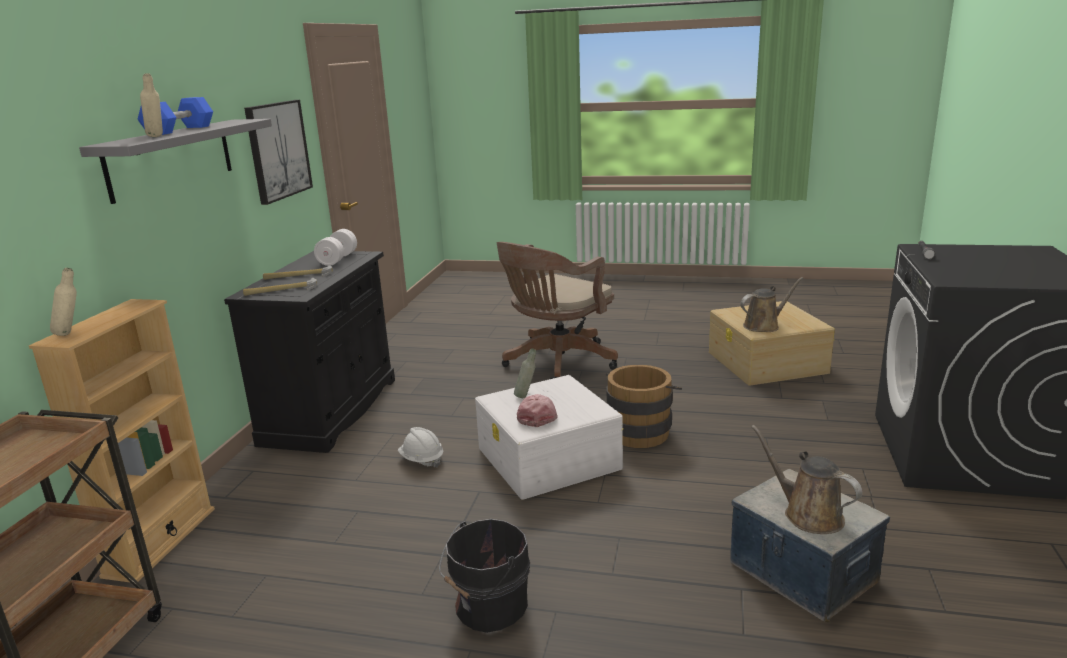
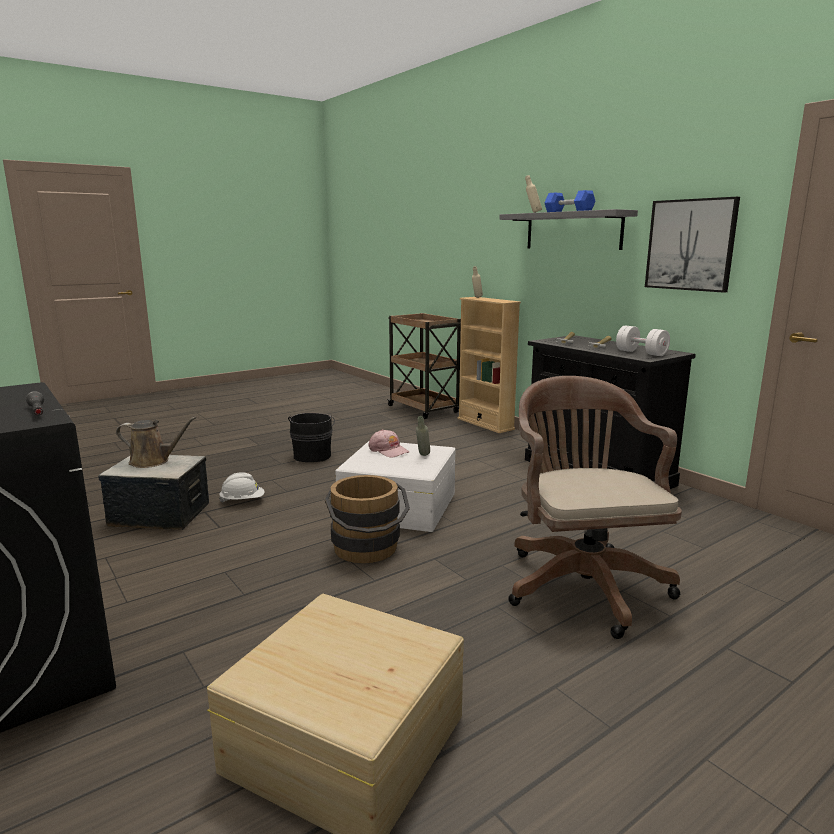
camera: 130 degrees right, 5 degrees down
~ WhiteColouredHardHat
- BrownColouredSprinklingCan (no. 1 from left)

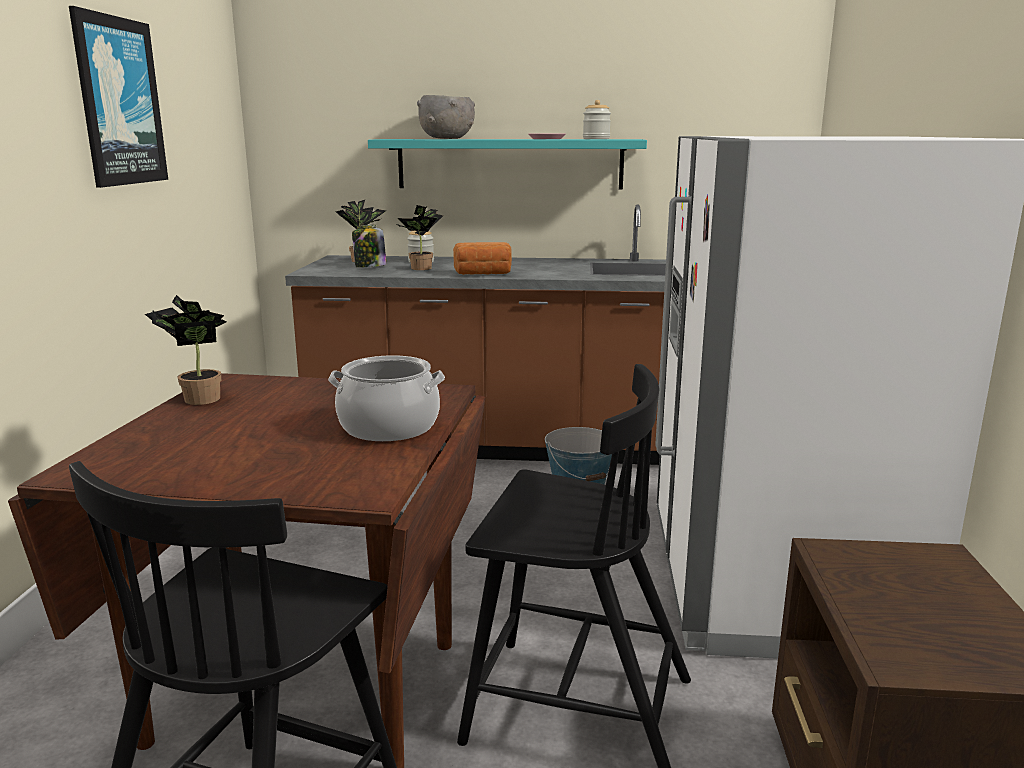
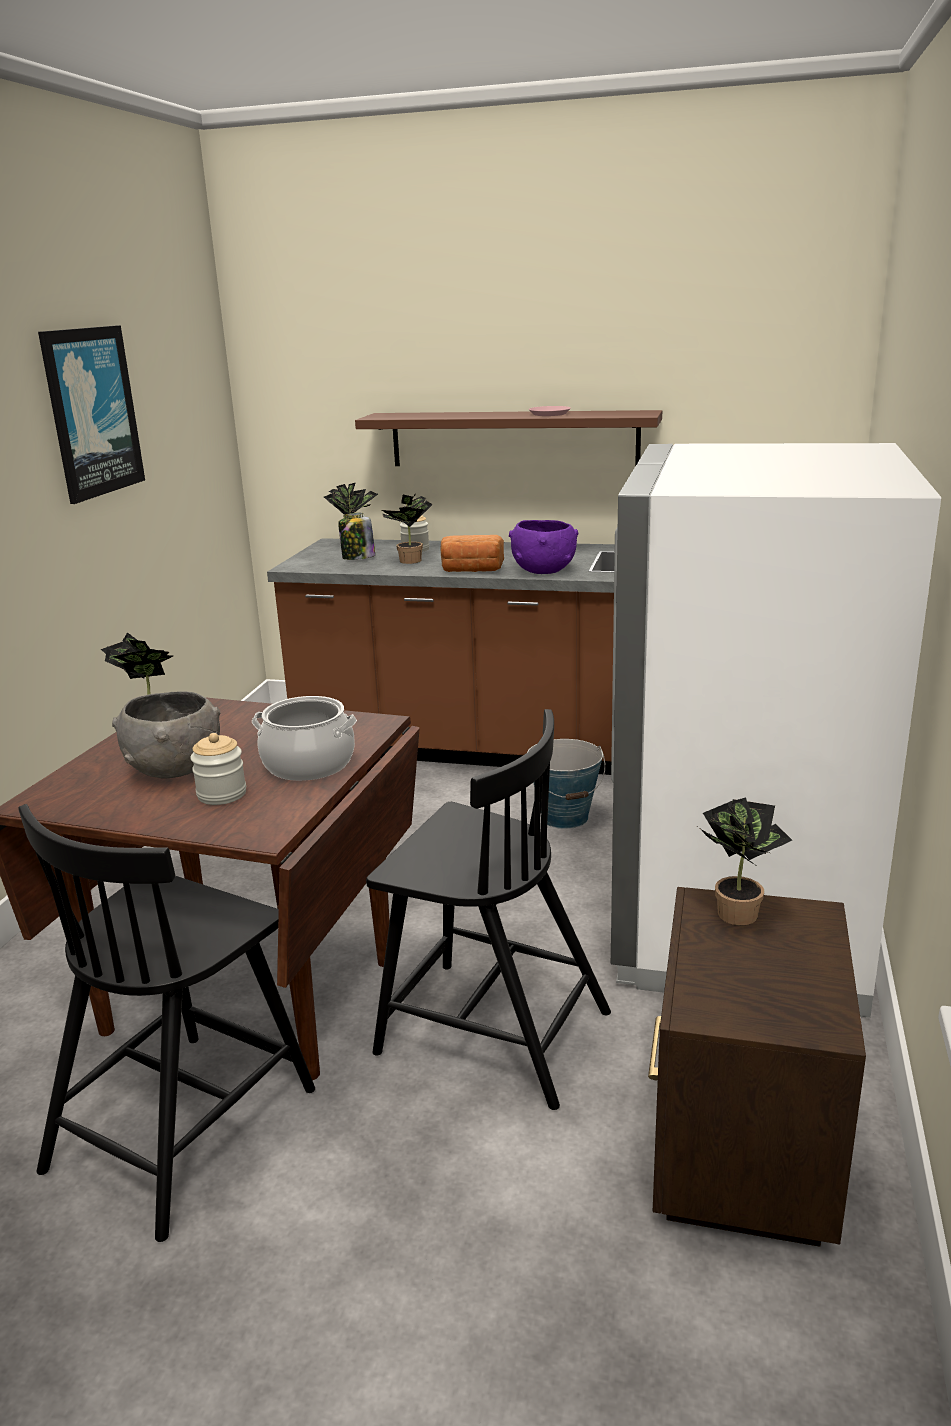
camera: 10 degrees right, 5 degrees up
~ GreyishServingBowl
~ Jar (no. 3 from left in the first image) to Jar (no. 1 from left)
~ TurquoiseColouredBracketShelf to BrownColouredBracketShelf
+ PurpleColouredServingBowl
+ Houseplant (no. 4 from left)

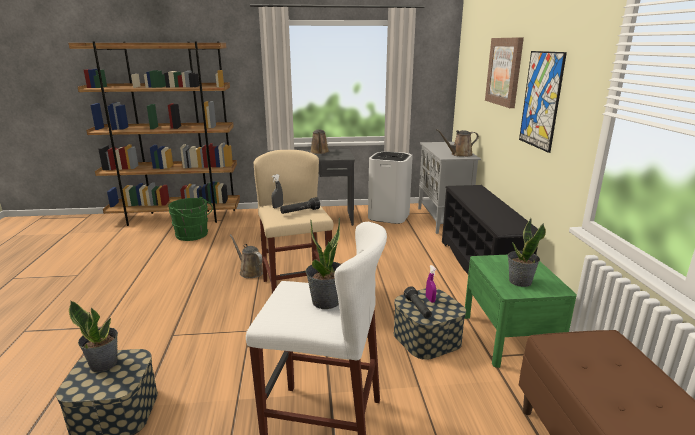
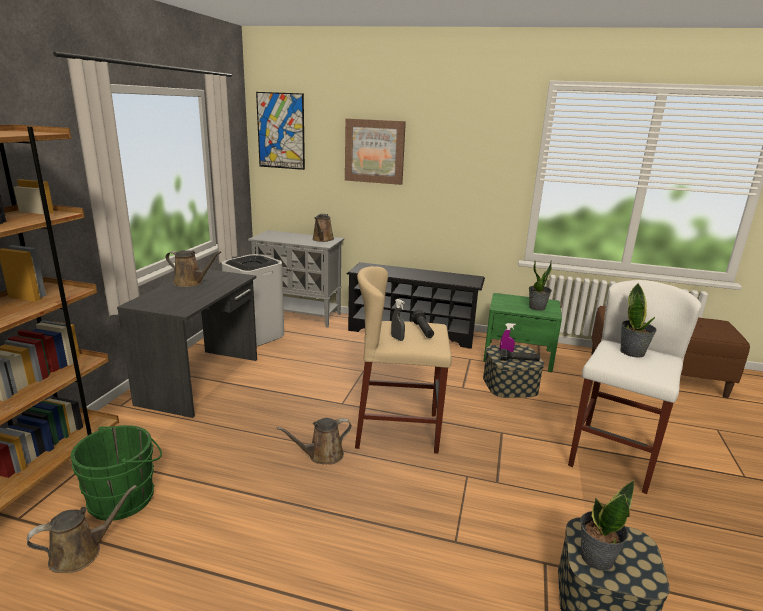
camera: 70 degrees left, 0 degrees up
+ BrownColouredSprinklingCan (no. 1 from left)
~ Picture (no. 2 from left in the first image) to Picture (no. 1 from left)

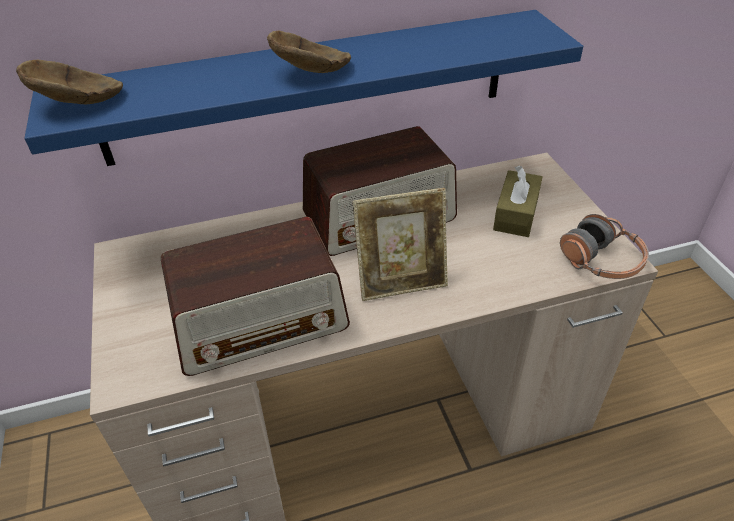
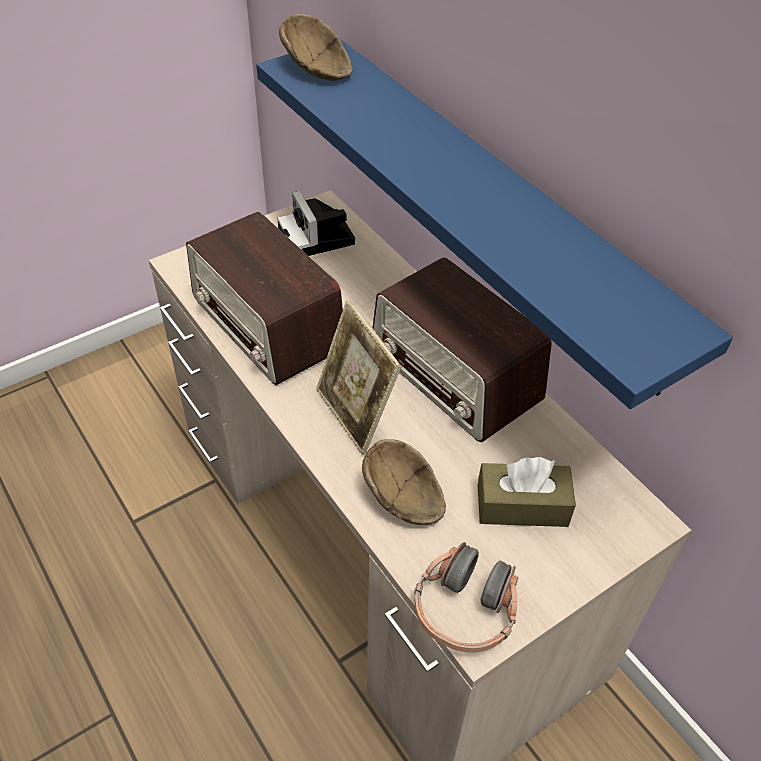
camera: 70 degrees right, 5 degrees up
+ StillCamera
~ BrownColouredServingBowl (no. 2 from left)

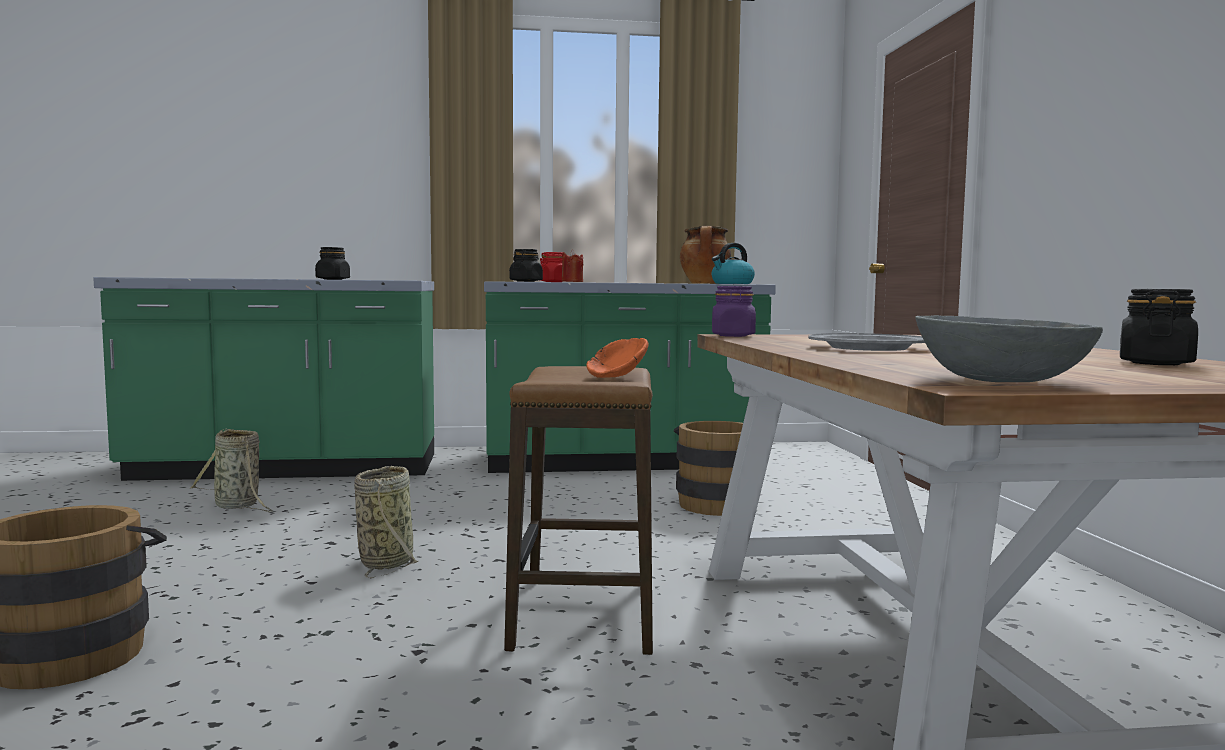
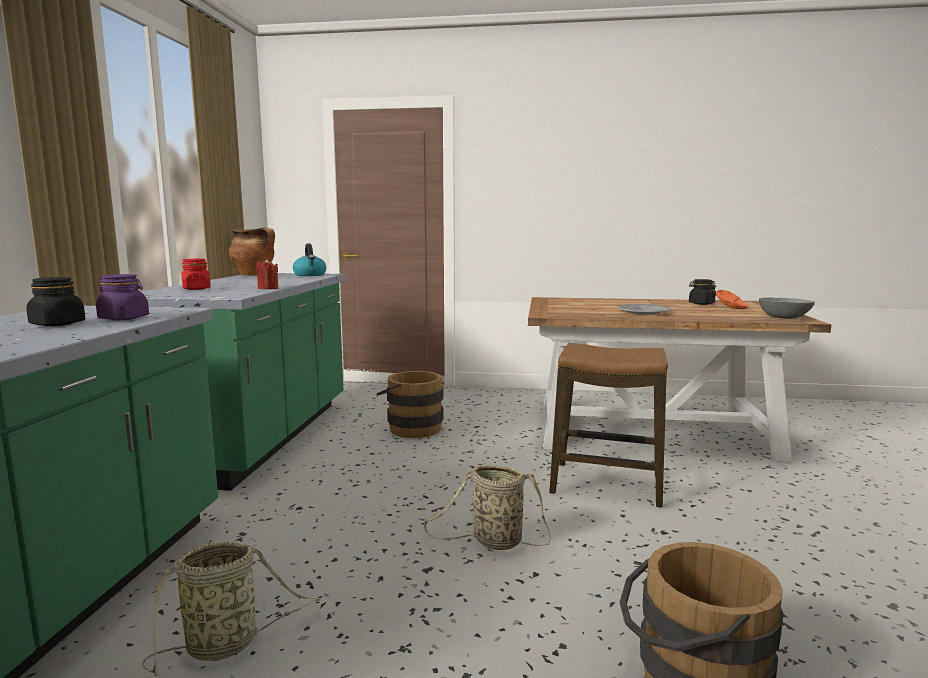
camera: 75 degrees left, 5 degrees up
~ PurpleColouredJar
~ OrangeColouredServingBowl
- BlackishJar (no. 2 from left)

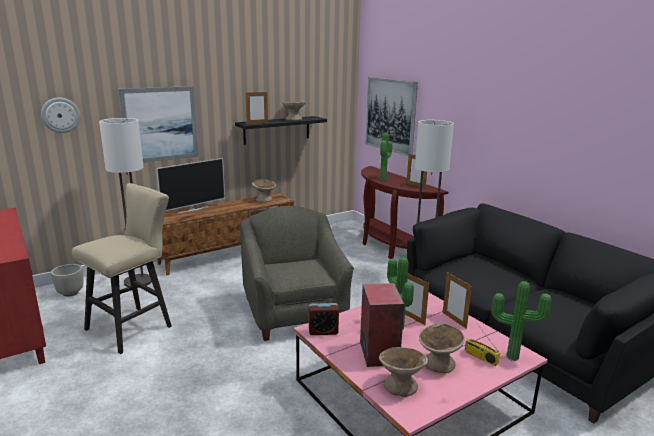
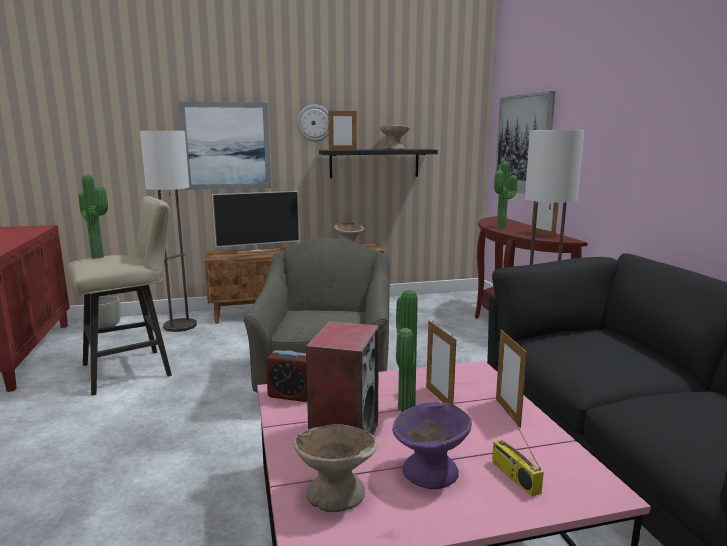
camera: 20 degrees right, 5 degrees down
~ Houseplant (no. 3 from left in the first image) to Houseplant (no. 1 from left)
~ HangingClock
~ SandColouredServingBowl (no. 4 from left) to PurpleColouredServingBowl

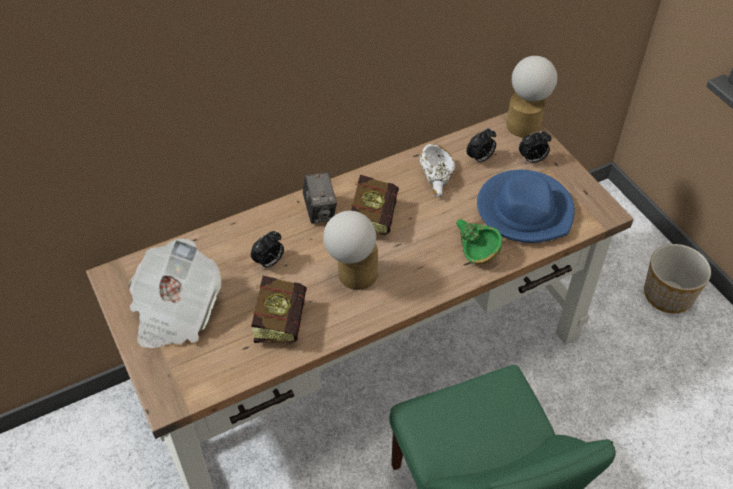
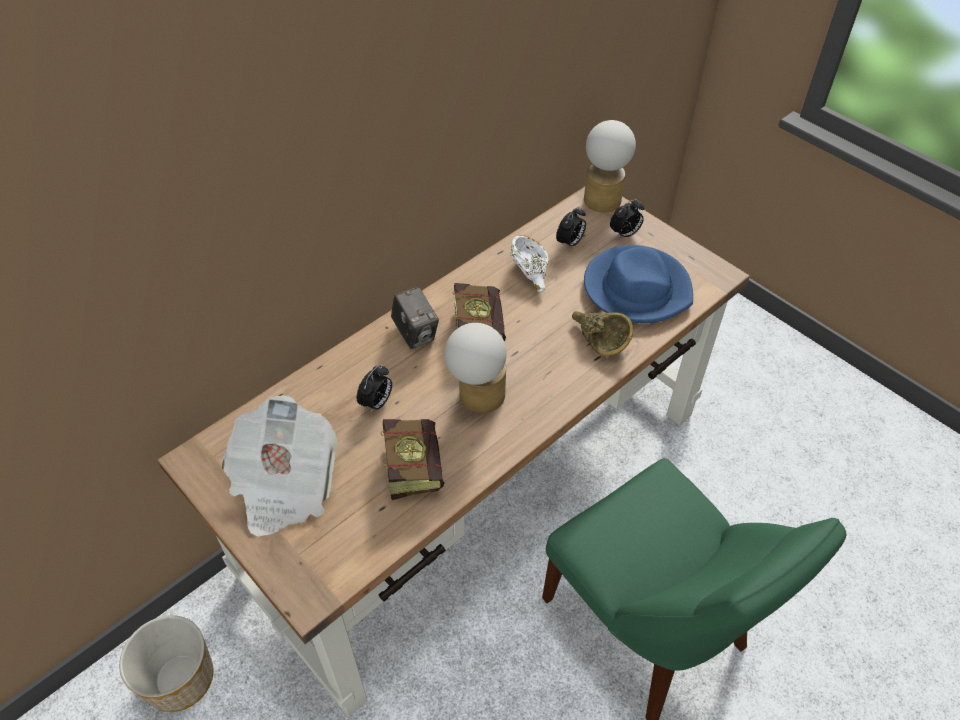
camera: 15 degrees left, 0 degrees up
~ Planter
~ GreenishServingBowl to BrownColouredServingBowl

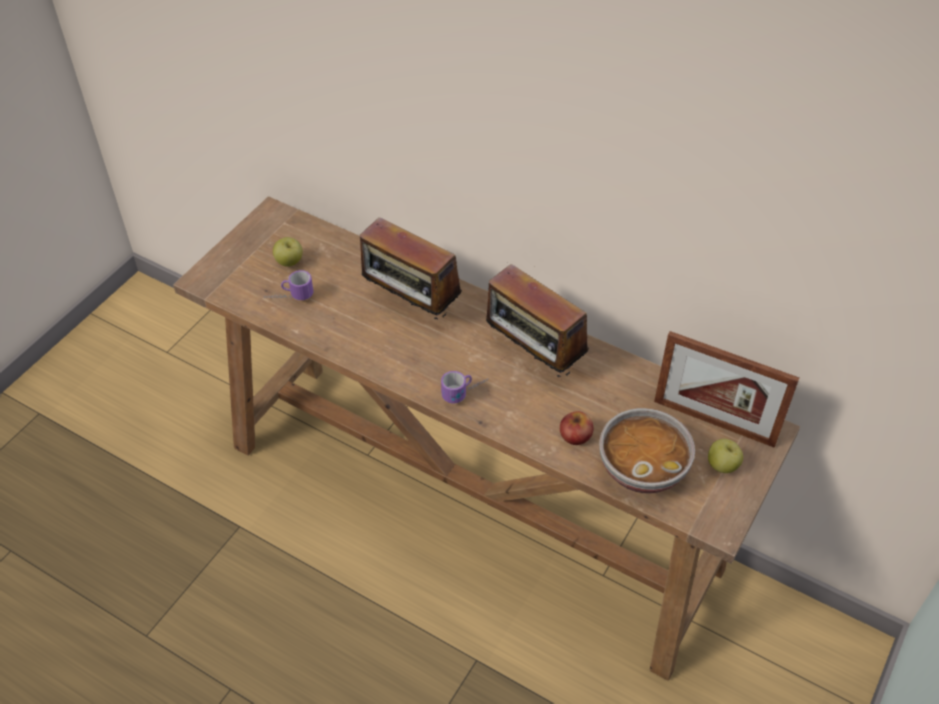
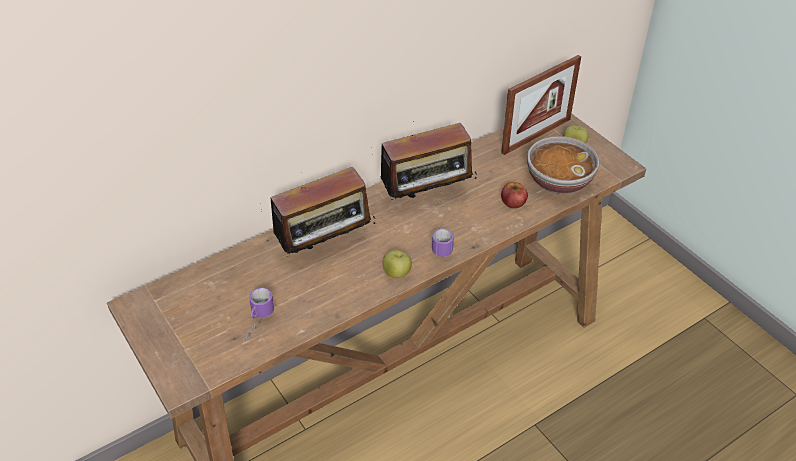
camera: 65 degrees left, 5 degrees down
~ AppleFruit (no. 1 from left)

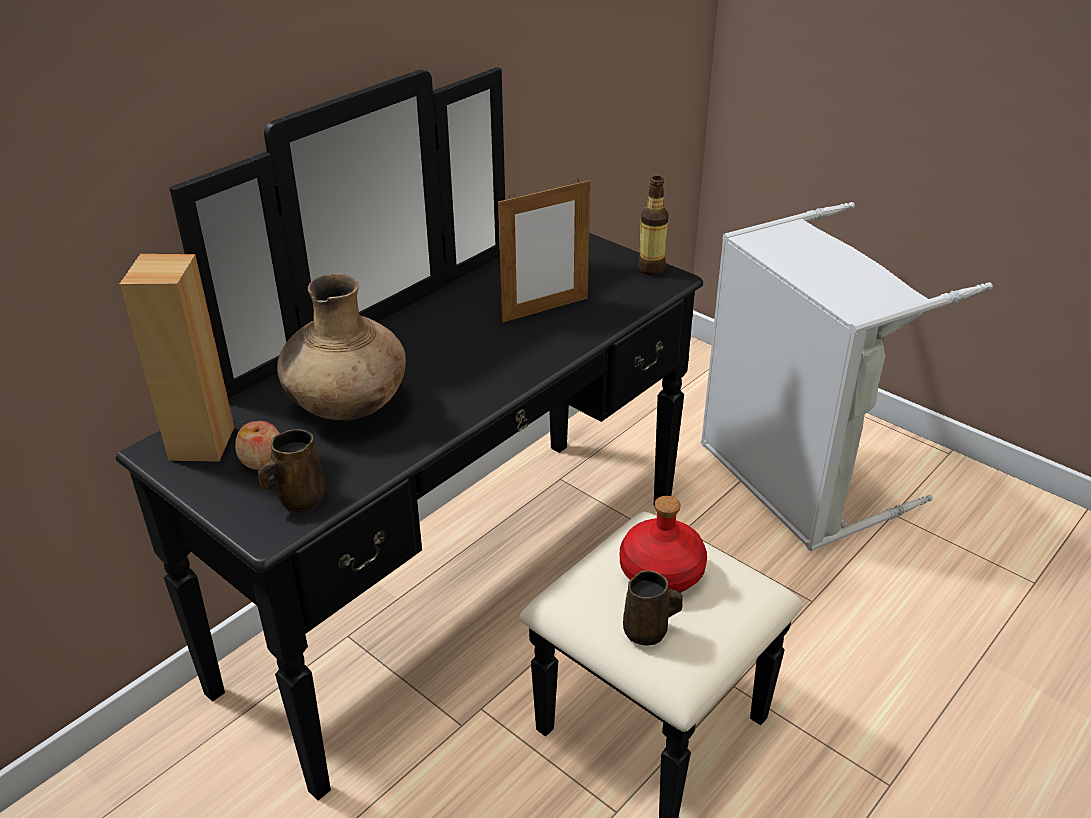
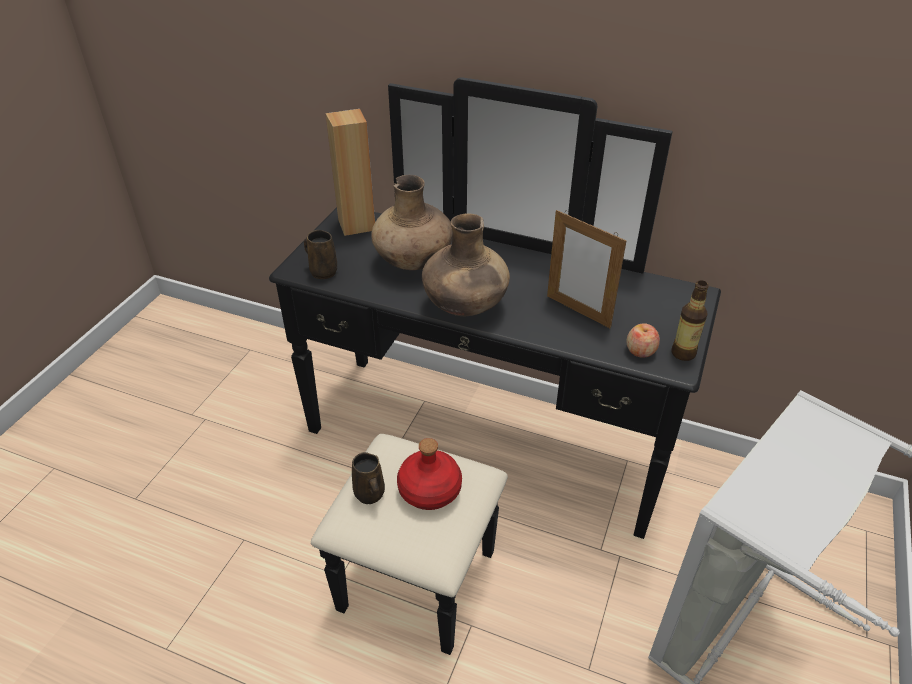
camera: 70 degrees right, 5 degrees up
+ BrownColouredDecorativeVase (no. 2 from left)
~ AppleFruit

